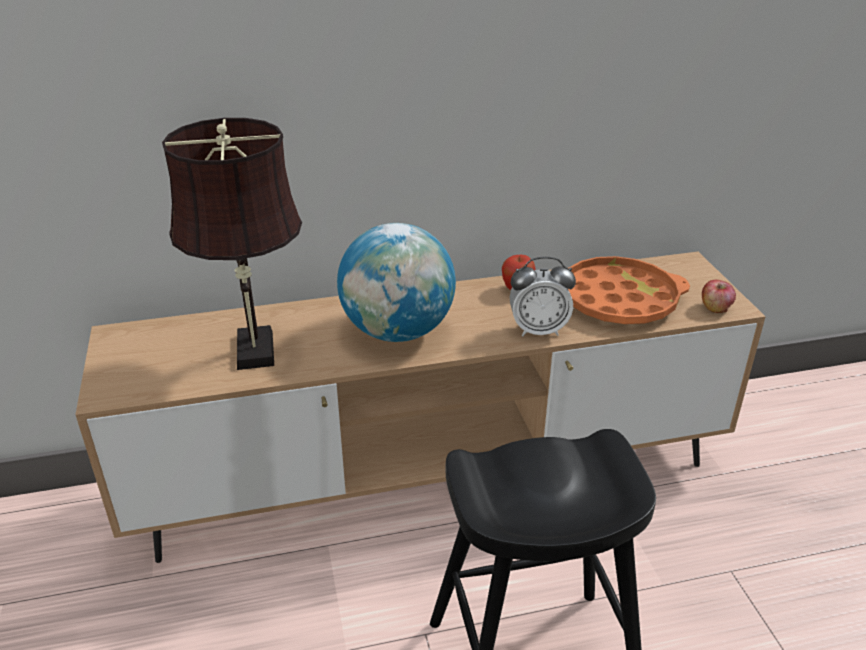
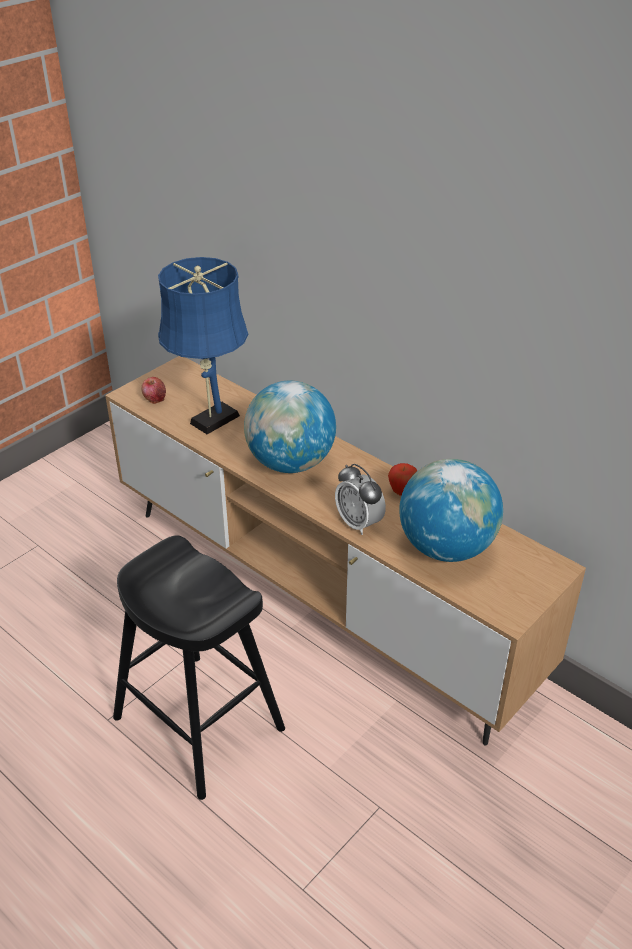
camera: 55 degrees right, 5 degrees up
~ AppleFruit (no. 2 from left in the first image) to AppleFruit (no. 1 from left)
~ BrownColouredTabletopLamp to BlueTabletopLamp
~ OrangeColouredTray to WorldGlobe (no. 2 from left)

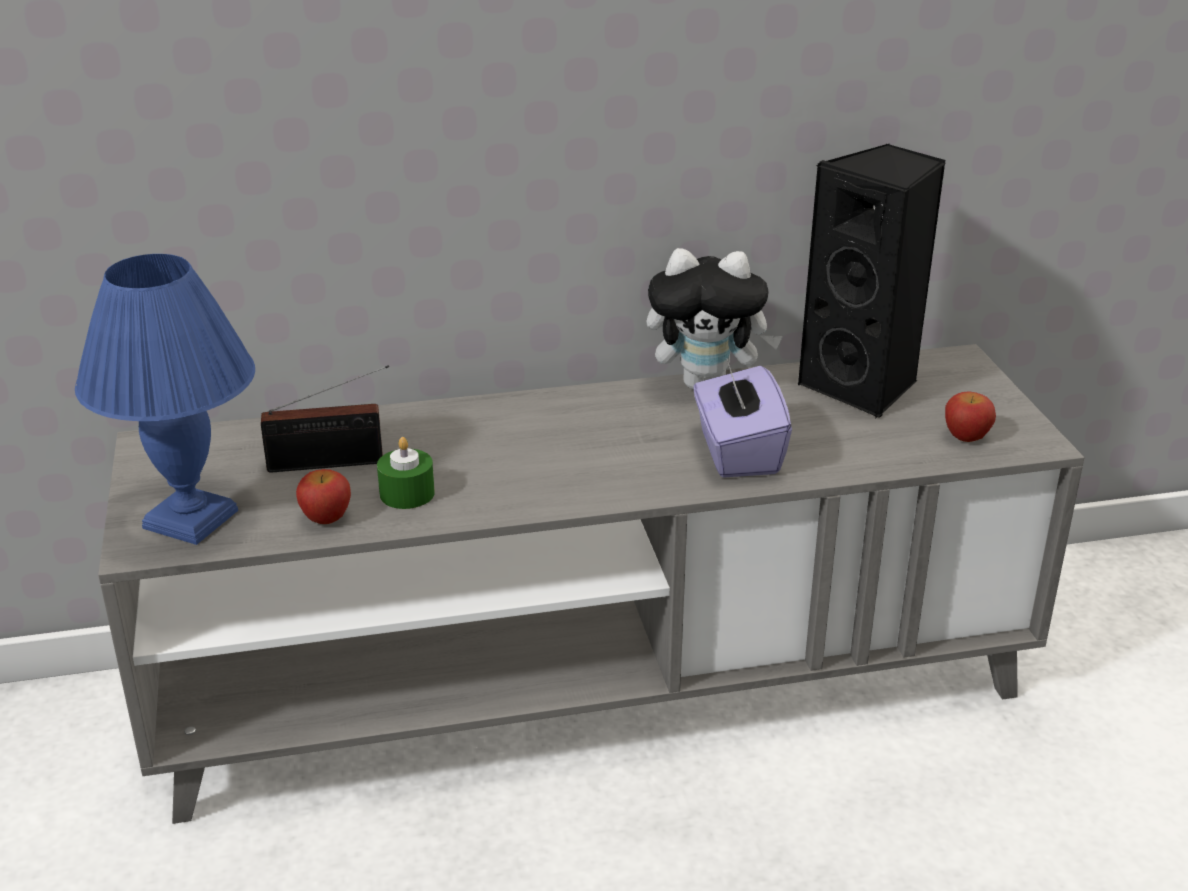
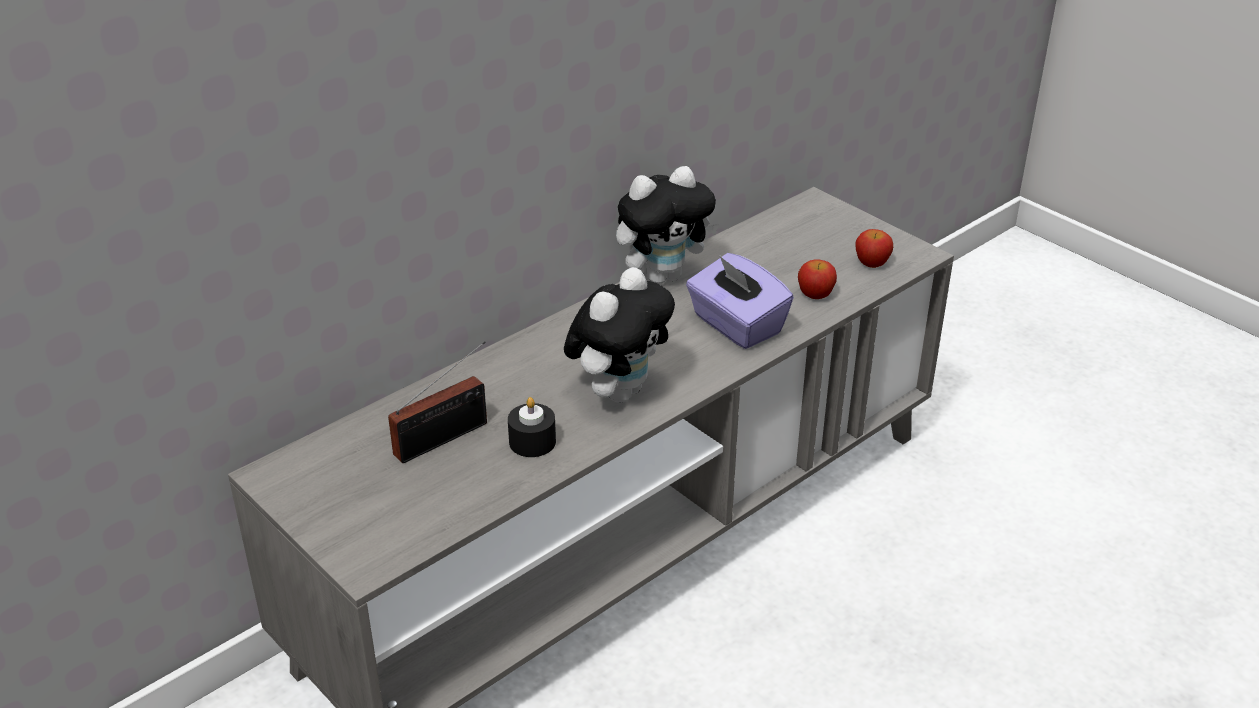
camera: 30 degrees left, 5 degrees up
~ GreenishWaxLight to BlackishWaxLight
+ PlushToy (no. 1 from left)
~ AppleFruit (no. 1 from left)
- BlueTabletopLamp
- BlackishSpeaker

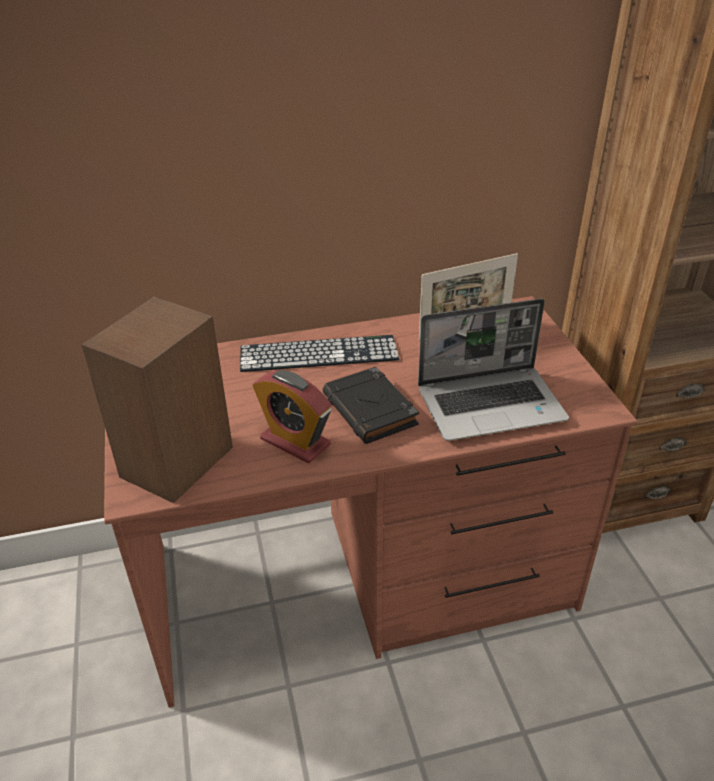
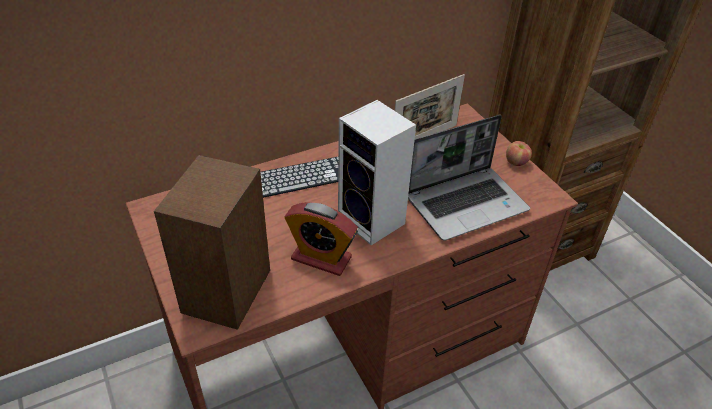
camera: 15 degrees left, 5 degrees up
~ BlackishBoundBook to Speaker (no. 2 from left)
+ AppleFruit

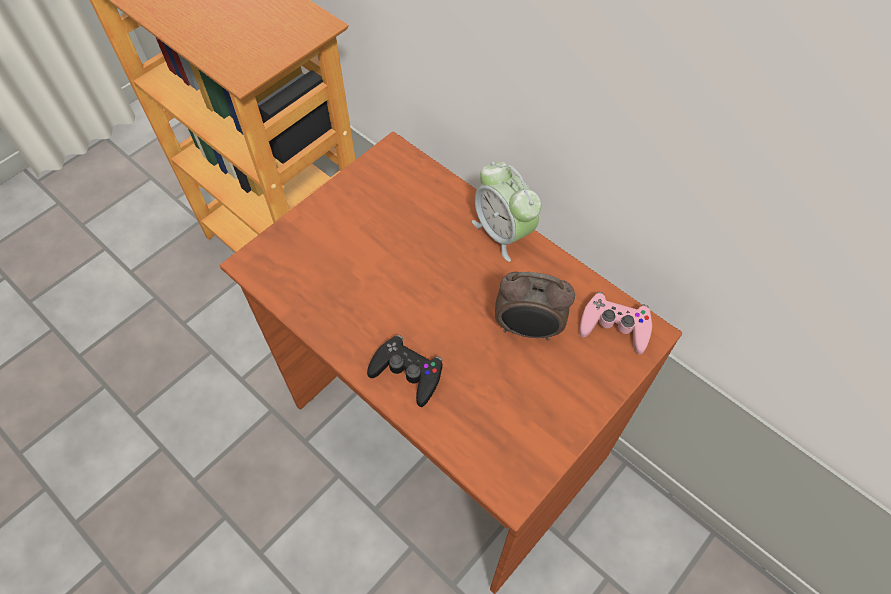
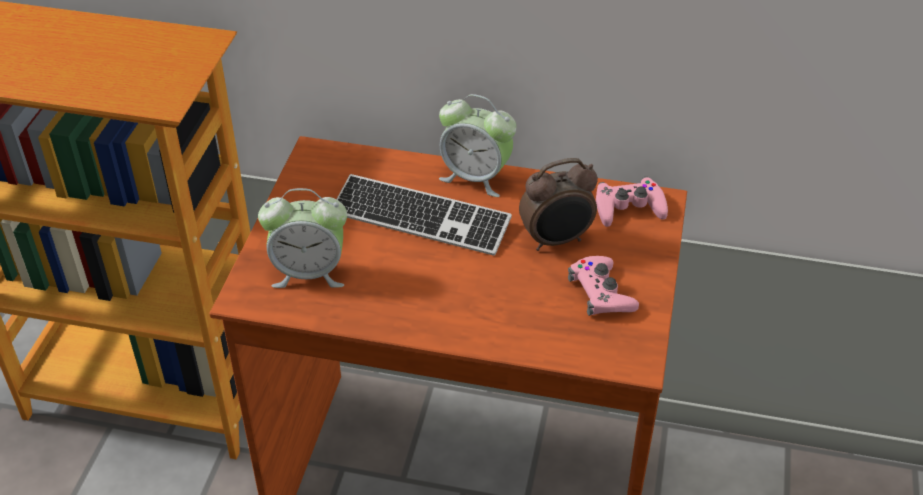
camera: 30 degrees left, 15 degrees down
+ AlarmClock (no. 1 from left)
+ PcKeyboard
+ PinkColouredJoypad (no. 1 from left)
- BlackishJoypad

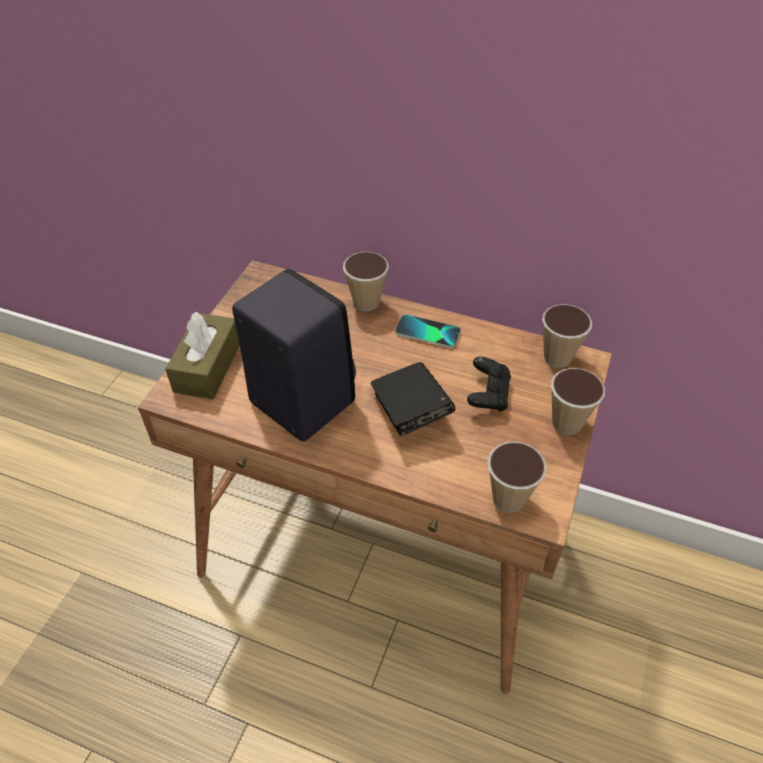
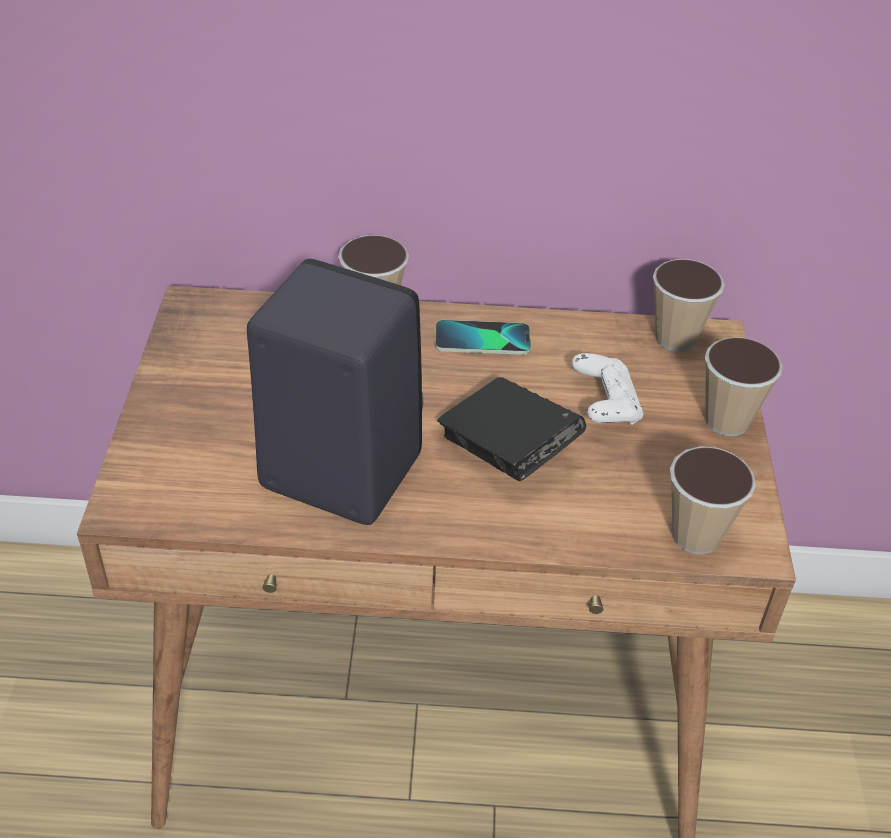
camera: 20 degrees left, 5 degrees down
~ BlackishJoypad to WhiteColouredJoypad
- BrownColouredTissueHolder

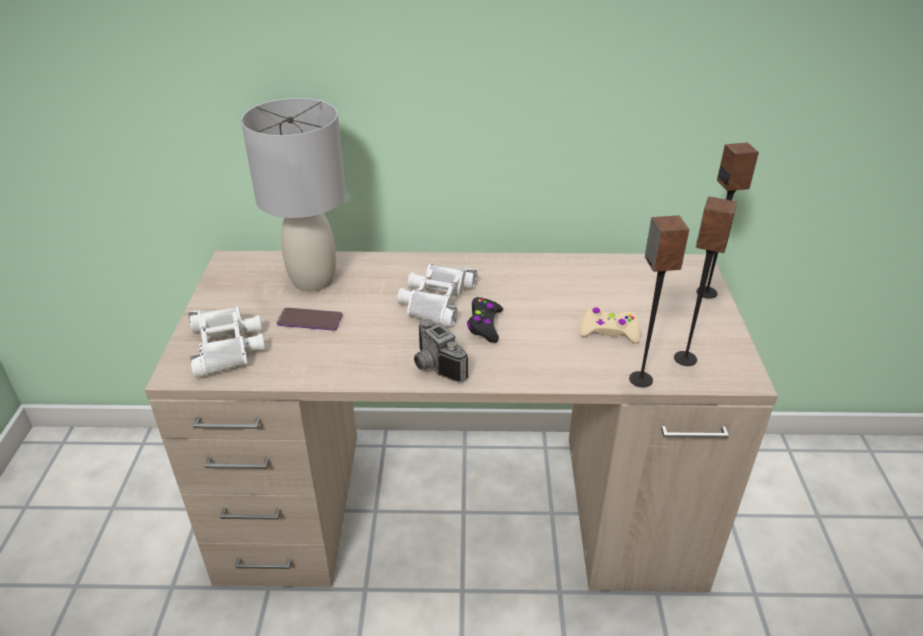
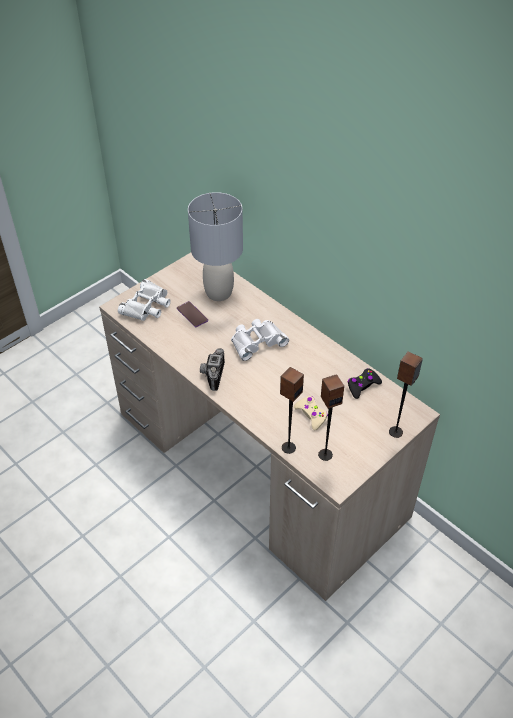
camera: 45 degrees right, 10 degrees up
~ BlackishJoypad

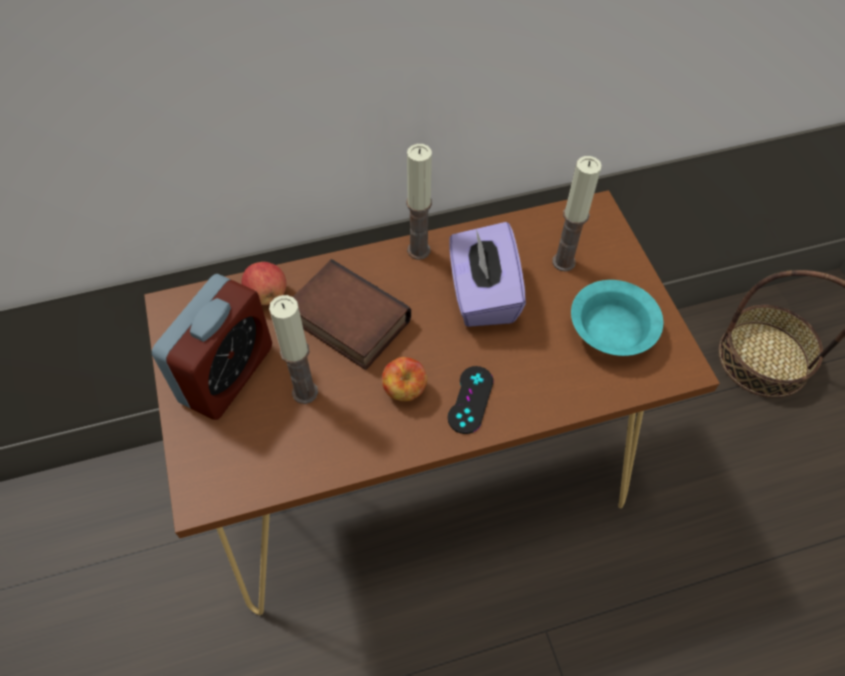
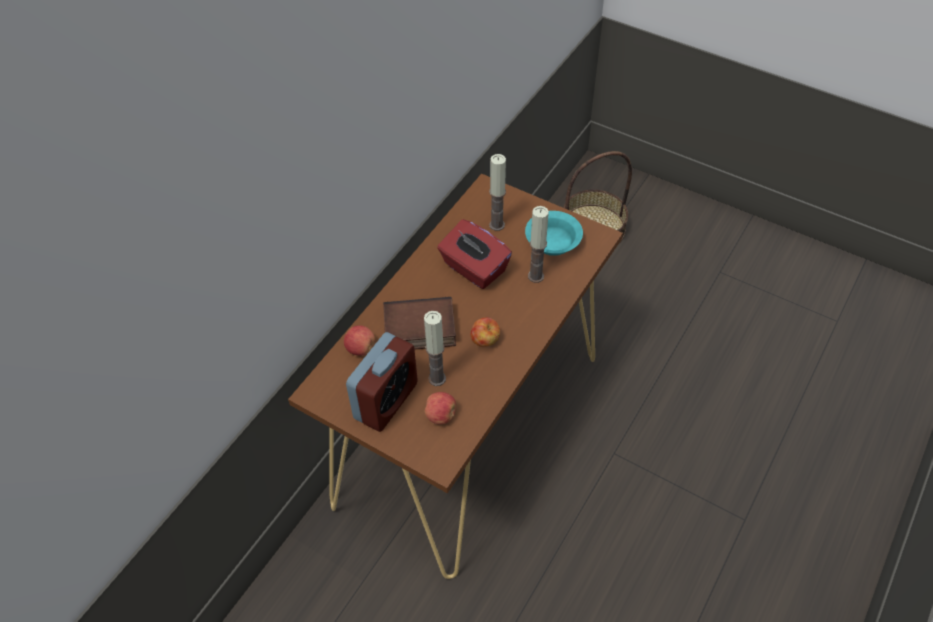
camera: 40 degrees left, 5 degrees down
~ AlarmClock 45 degrees clockwise
+ AppleFruit (no. 2 from left)
~ PurpleColouredTissueHolder to RedTissueHolder
~ WaxLight (no. 2 from left in the first image) to WaxLight (no. 3 from left)
- BlackishJoypad

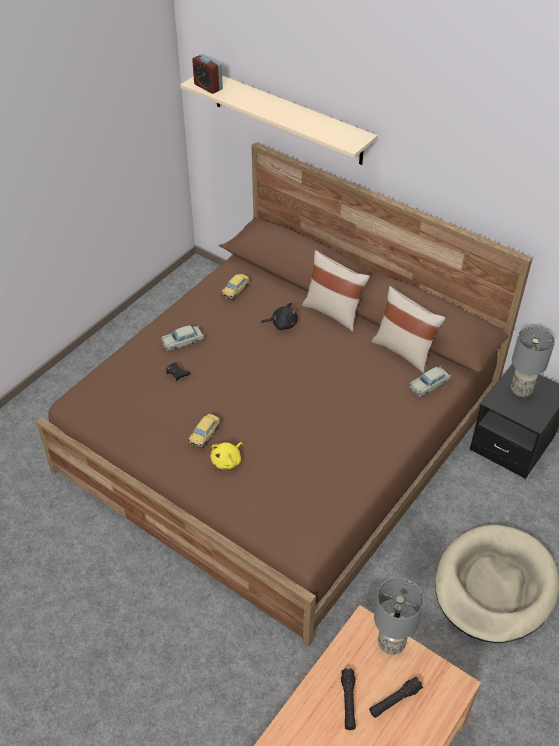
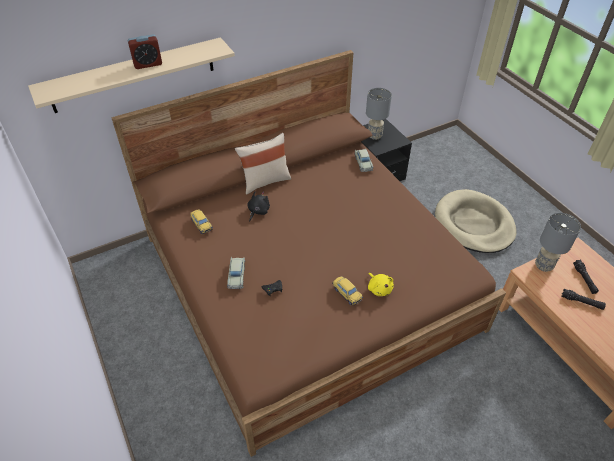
camera: 65 degrees left, 0 degrees up
~ AlarmClock
- SandColouredPillow (no. 2 from left)

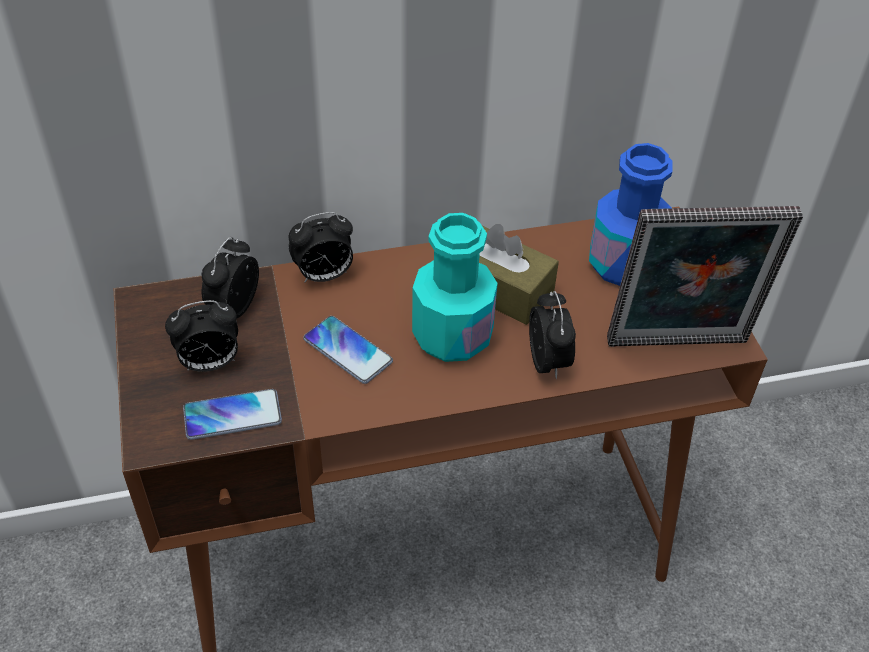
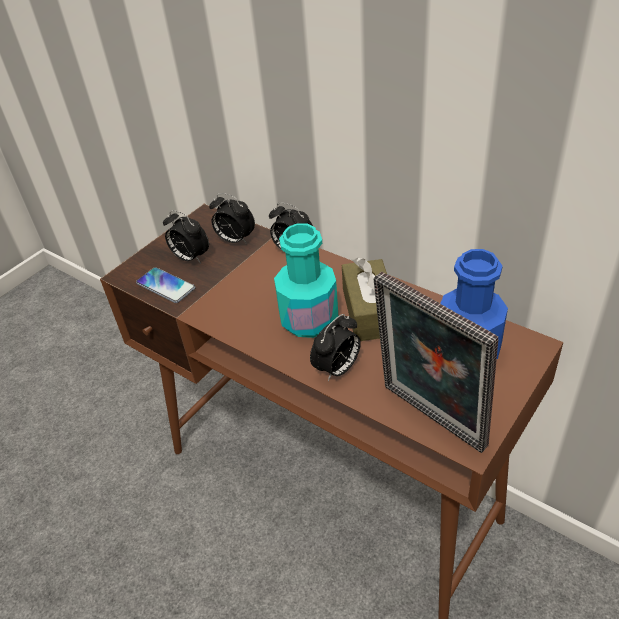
camera: 55 degrees right, 5 degrees down
~ AlarmClock (no. 2 from left) 135 degrees counterclockwise
- Phone (no. 2 from left)

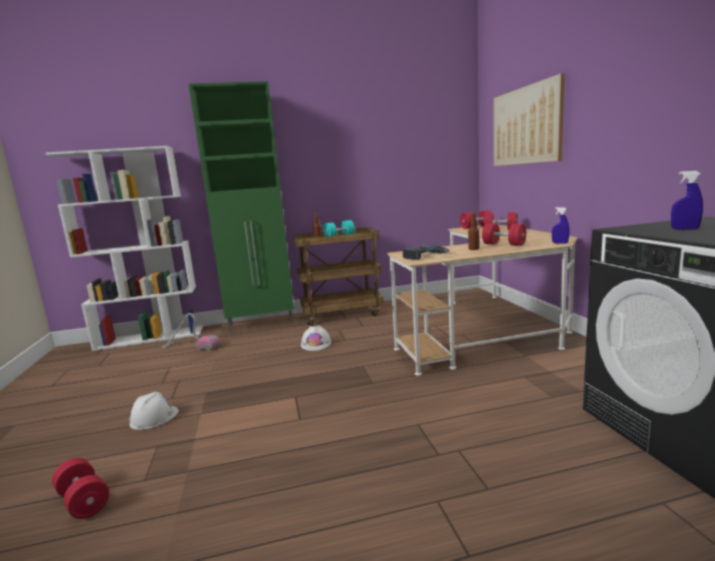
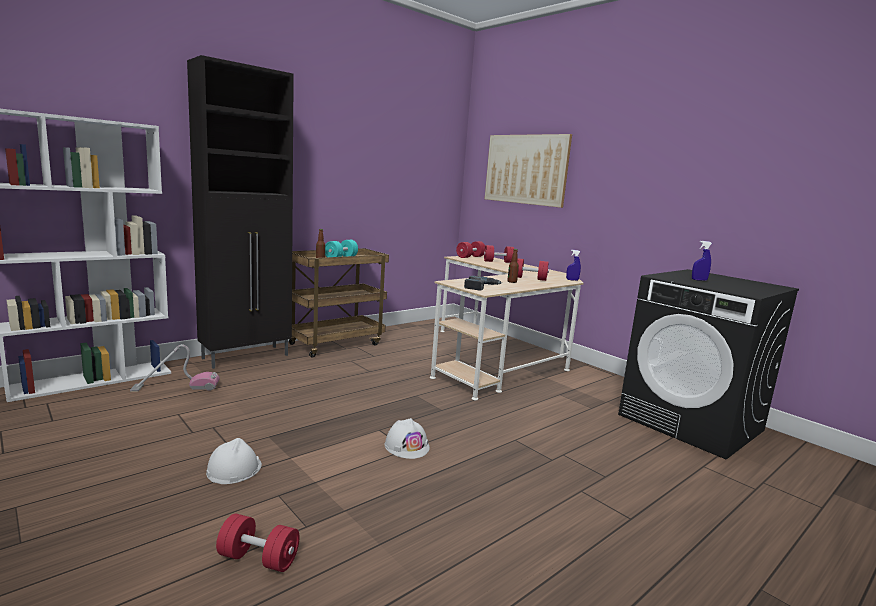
camera: 30 degrees left, 0 degrees up
~ GreenishCupboard to BlackishCupboard
~ WhiteColouredHardHat (no. 2 from left)

